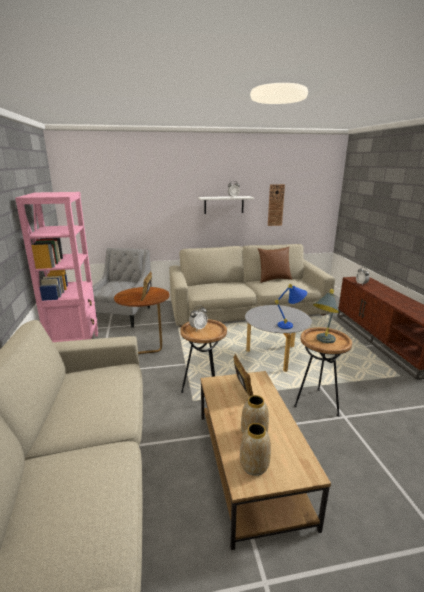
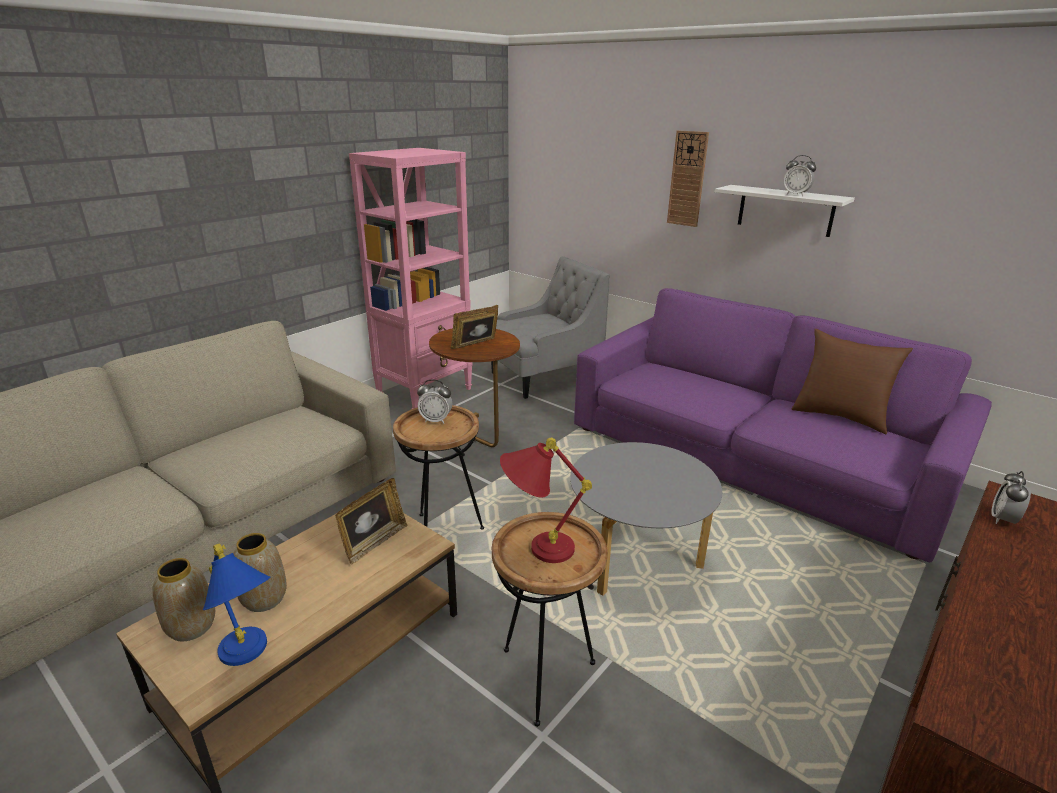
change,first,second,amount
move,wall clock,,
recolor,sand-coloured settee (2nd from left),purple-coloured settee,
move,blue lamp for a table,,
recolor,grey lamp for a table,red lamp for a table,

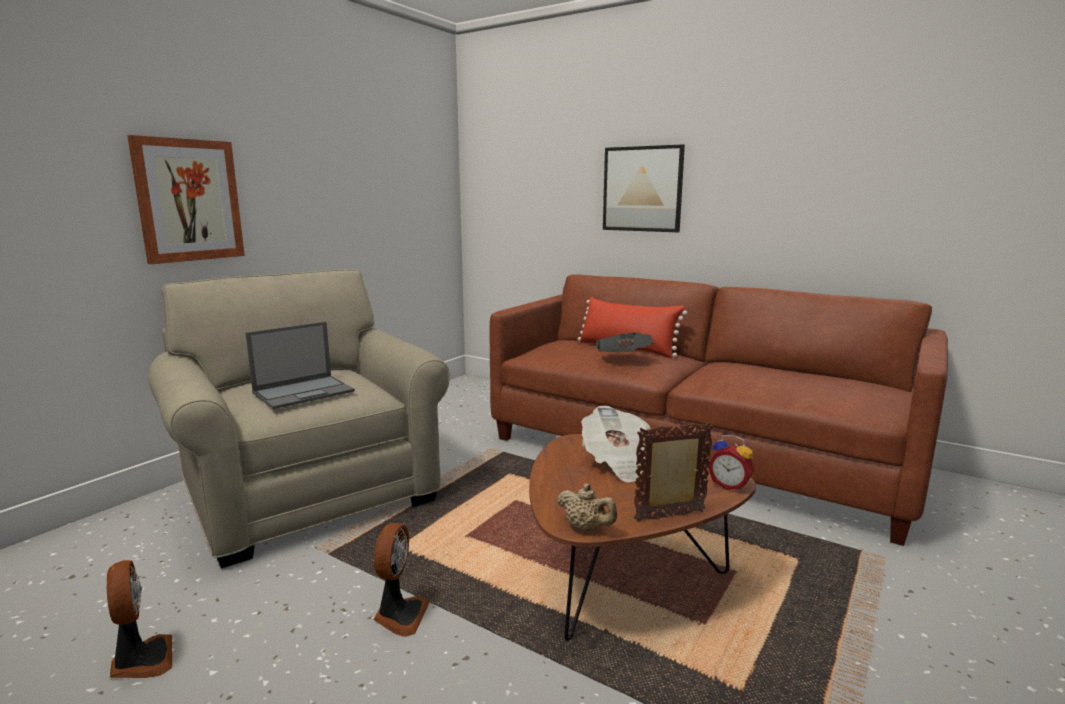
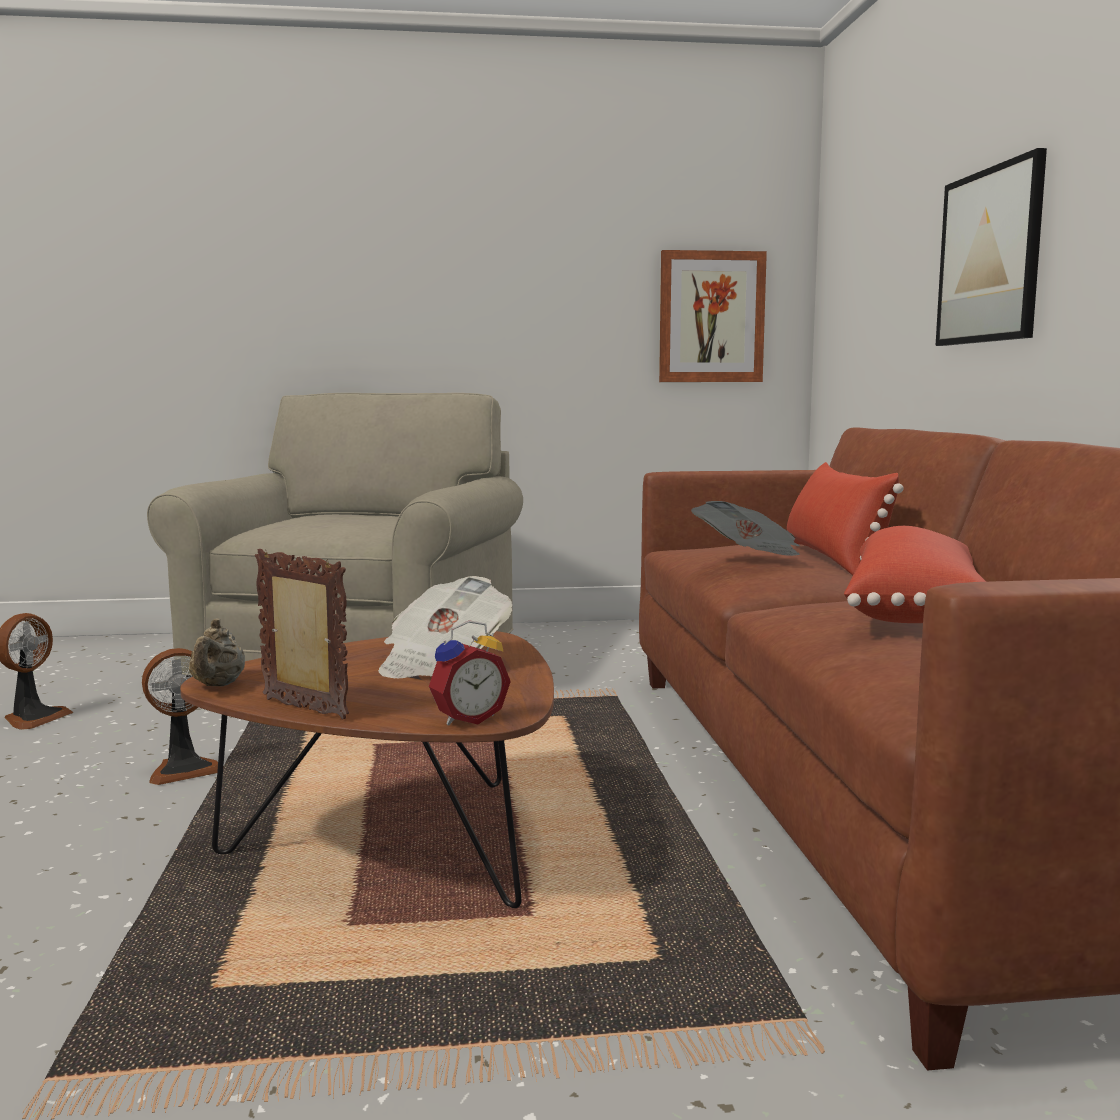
change,first,second,amount
move,wall picture (1st from left),,
delete,laptop,,
rotate,table clock,,120 degrees counterclockwise
insert,,red throw pillow (2nd from left),

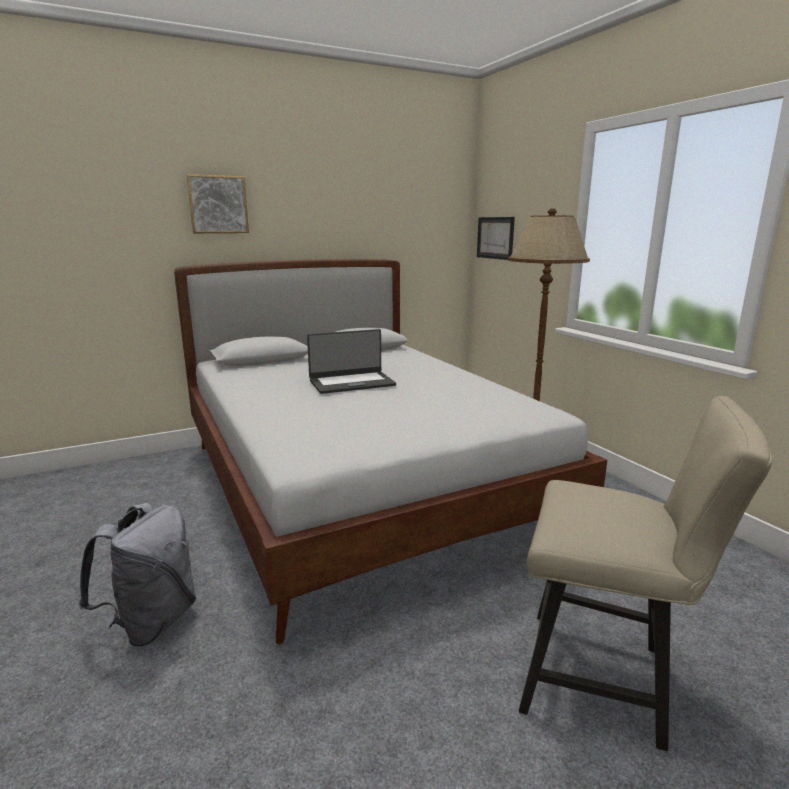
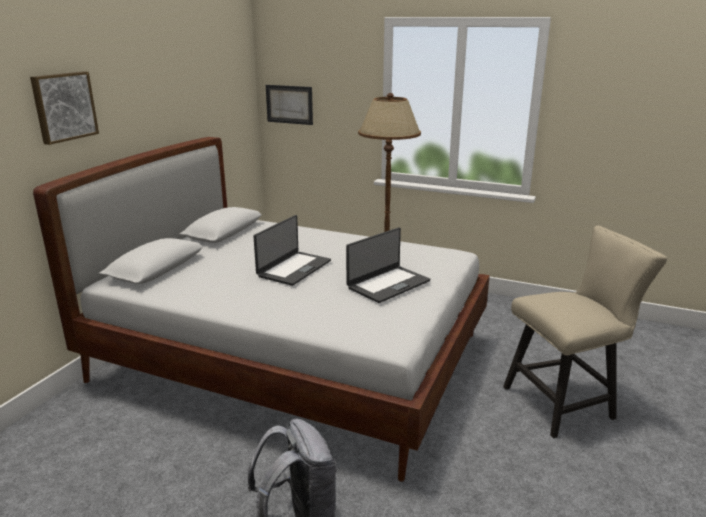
change,first,second,amount
insert,,laptop (2nd from left),

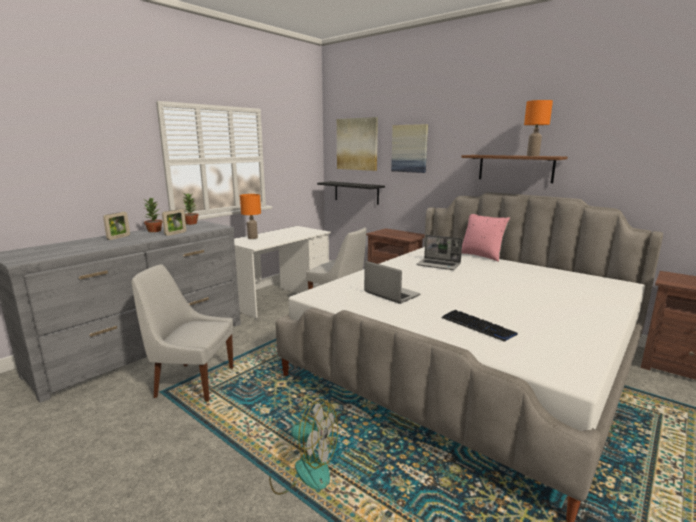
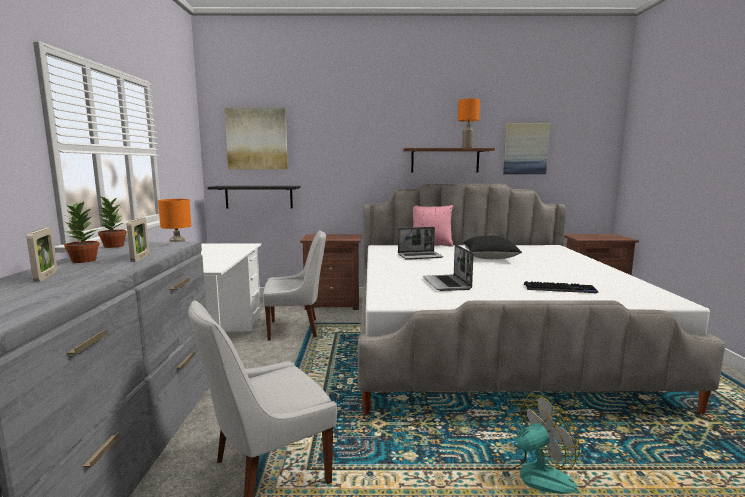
change,first,second,amount
move,wall picture (2nd from left),,
rotate,laptop (1st from left in the first image),laptop (2nd from left),105 degrees counterclockwise
insert,,black throw pillow,

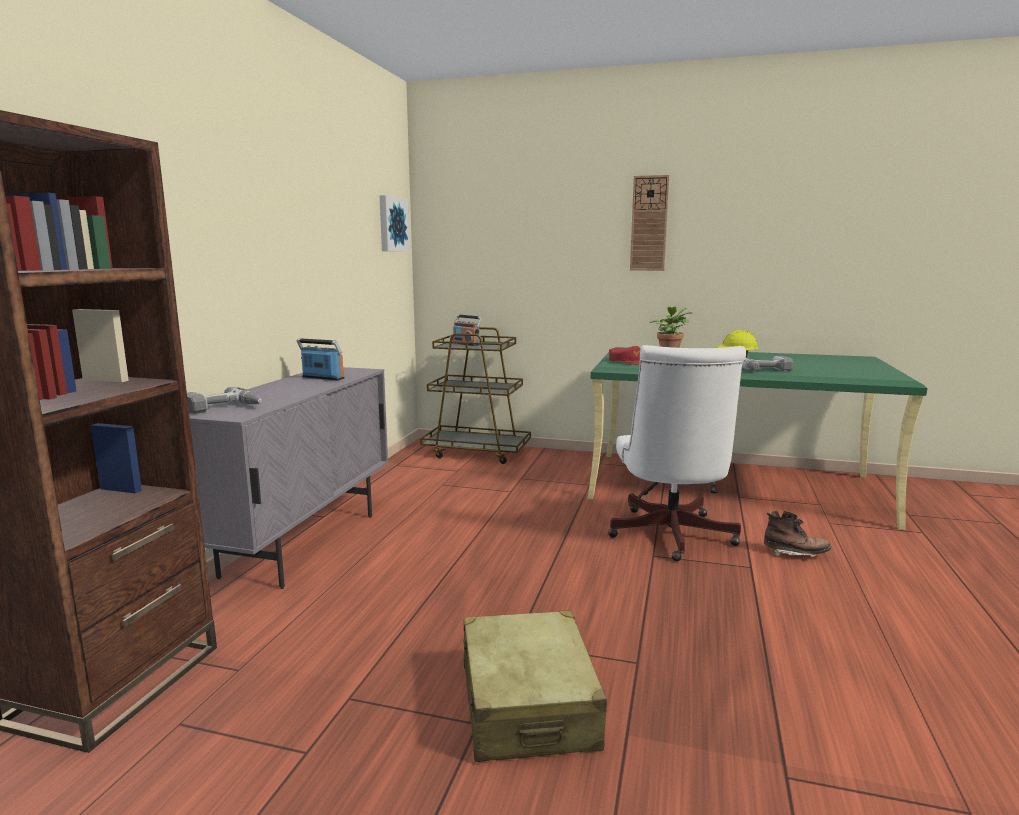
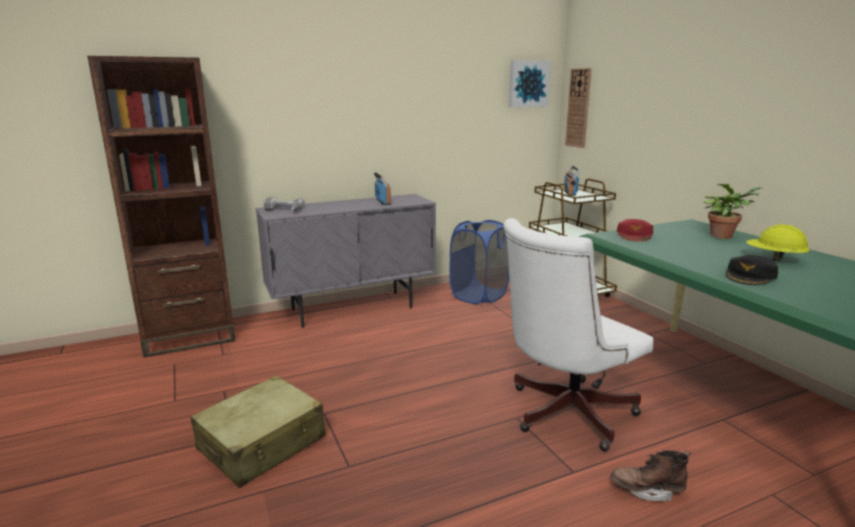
change,first,second,amount
move,wall clock,,
replace,drill (2nd from left),black cap,
rotate,brownish high-top boot,,120 degrees clockwise
insert,,blue laundry basket,

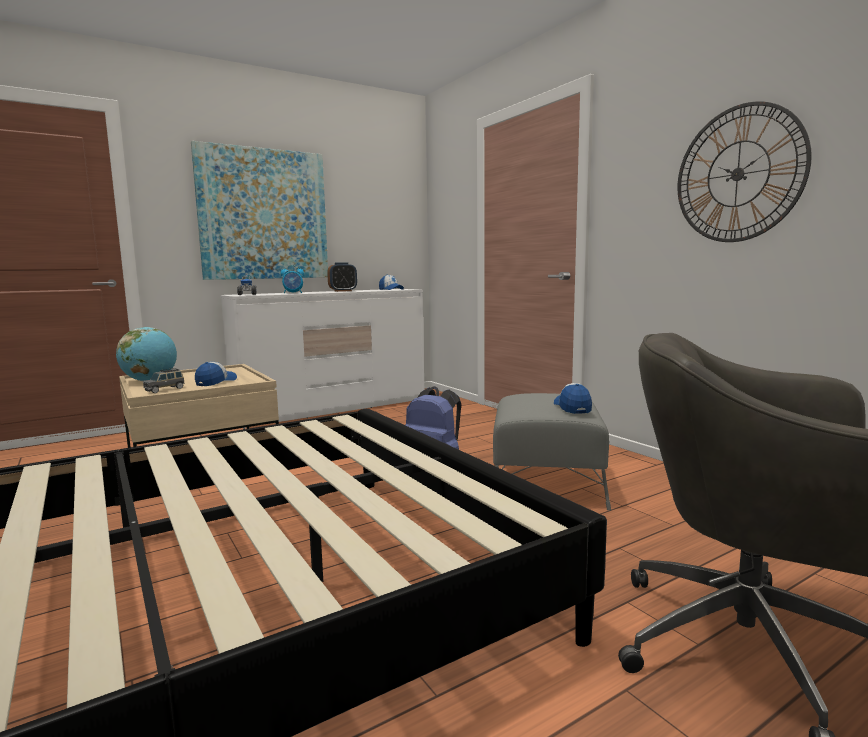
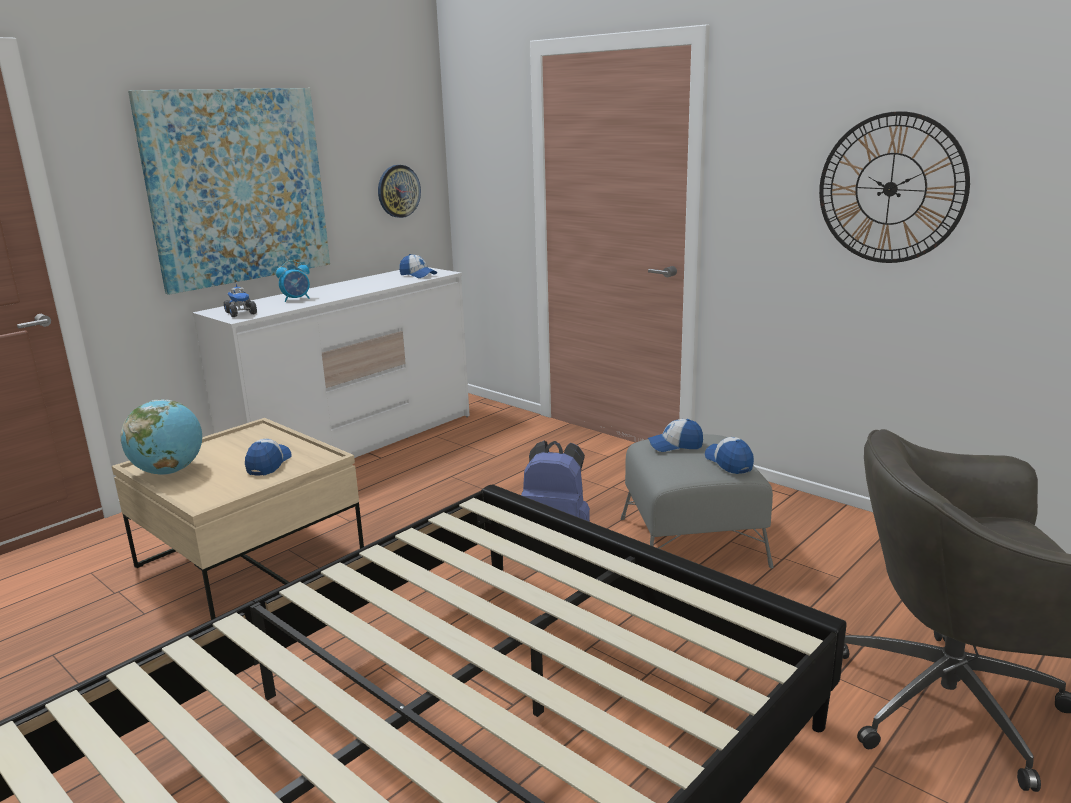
change,first,second,amount
delete,table clock (2nd from left),,
delete,grey miniature car,,
insert,,wall clock (1st from left),
insert,,cap (3rd from left),

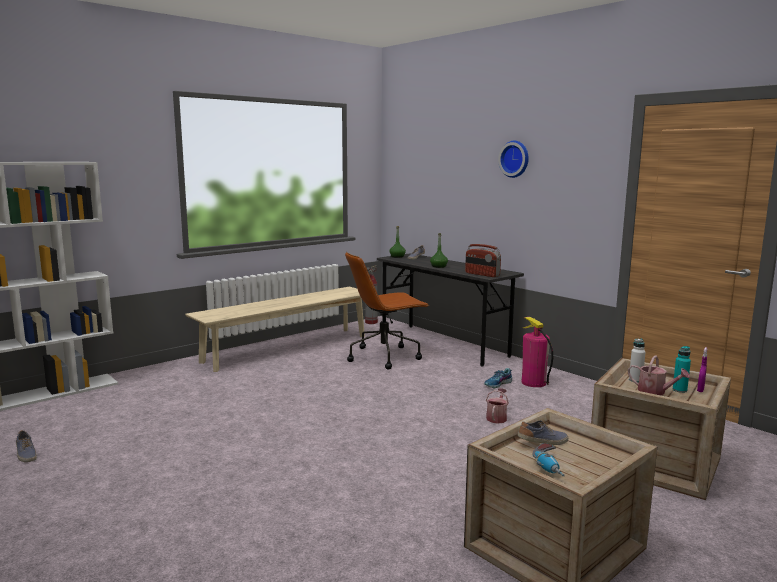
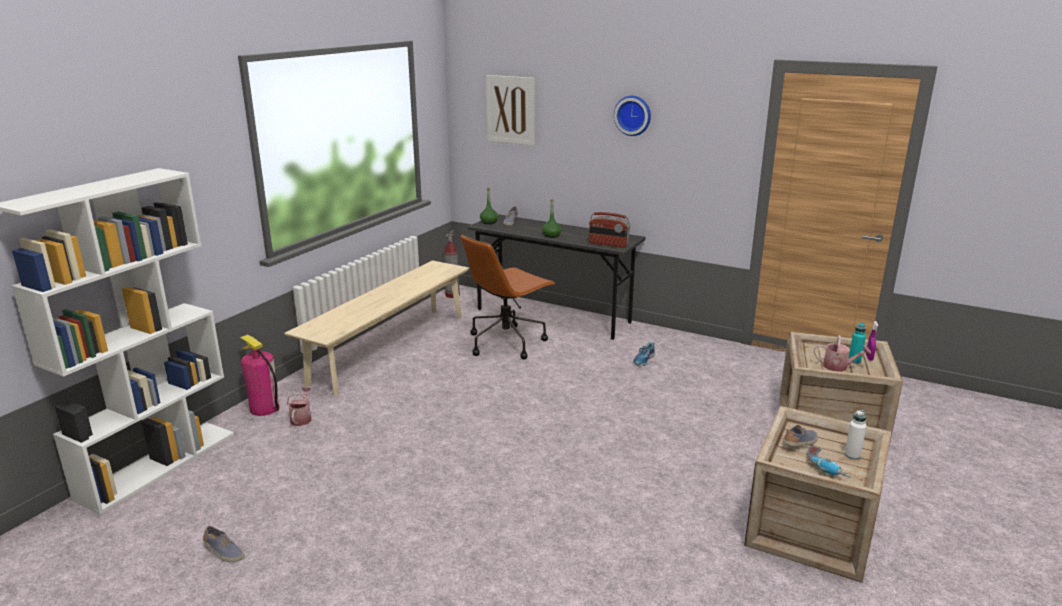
change,first,second,amount
move,extinguisher (2nd from left in the first image),extinguisher (1st from left),
move,white-coloured bottle,,
move,watering pot (1st from left),,
insert,,wall picture,

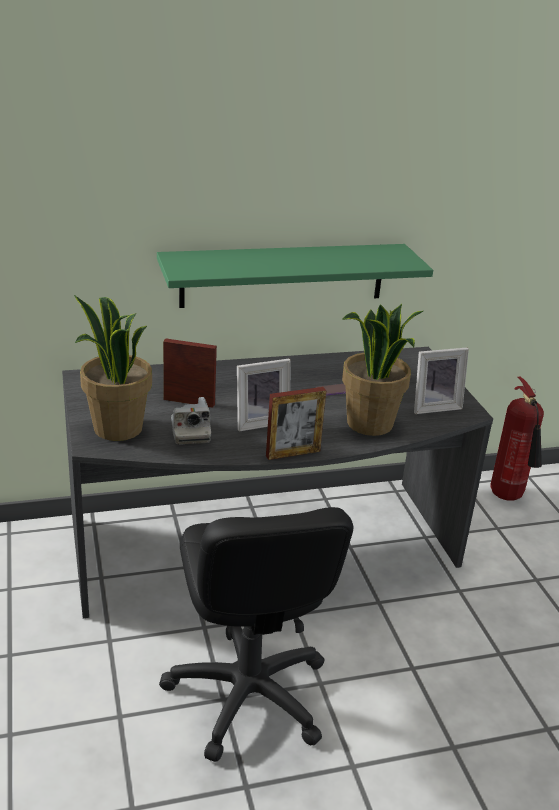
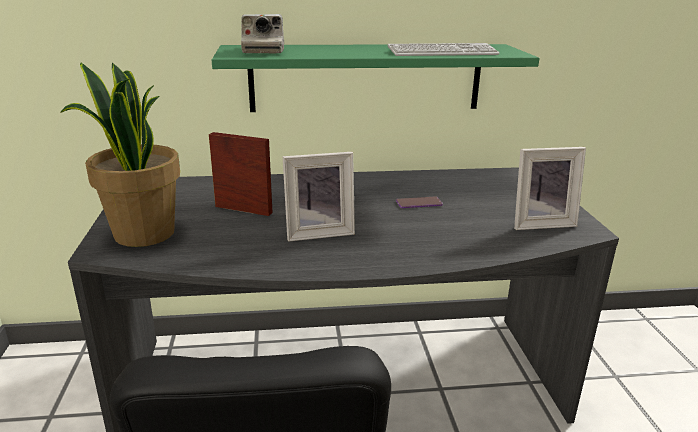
change,first,second,amount
delete,potted plant (2nd from left),,
delete,extinguisher,,
delete,standing frame (3rd from left),,
move,photo camera,,
insert,,PC keyboard,

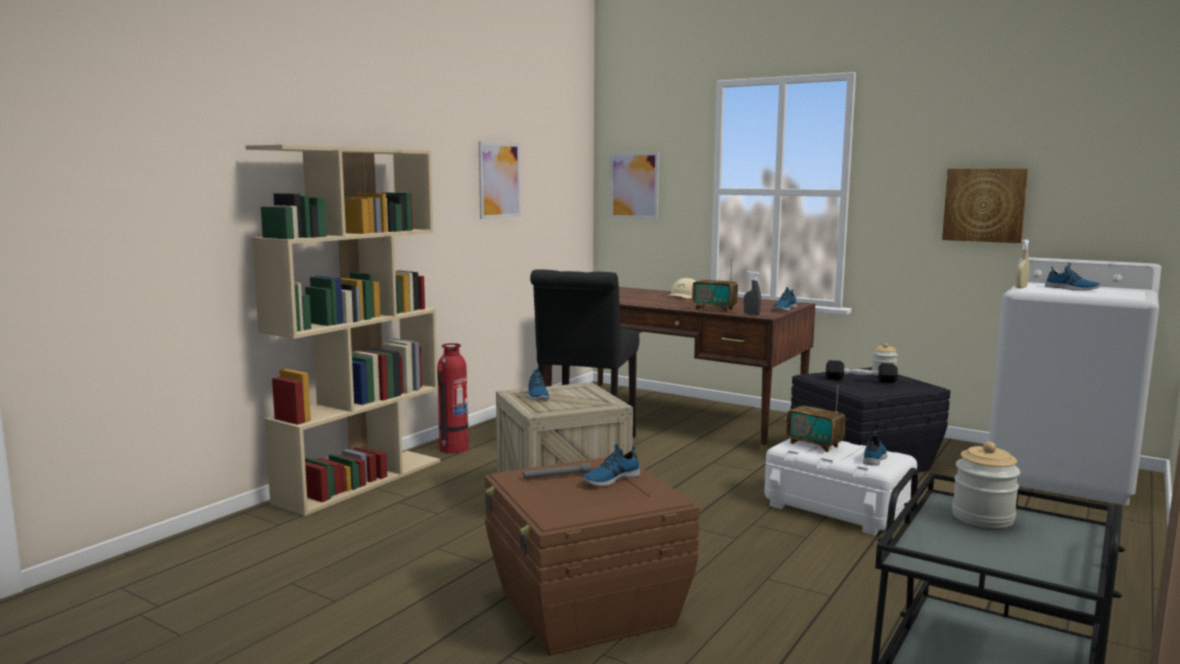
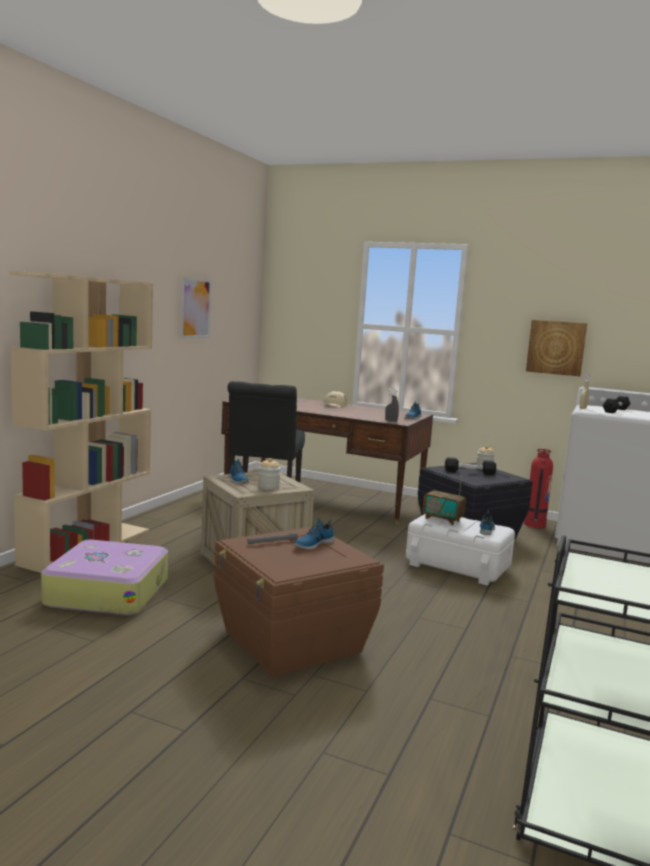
change,first,second,amount
delete,wall picture (2nd from left),,
delete,radio set (1st from left),,
replace,item of footwear (5th from left),black dumbbell (2nd from left),
move,extinguisher,,
move,jar (2nd from left in the first image),jar (1st from left),
insert,,suitcase,

